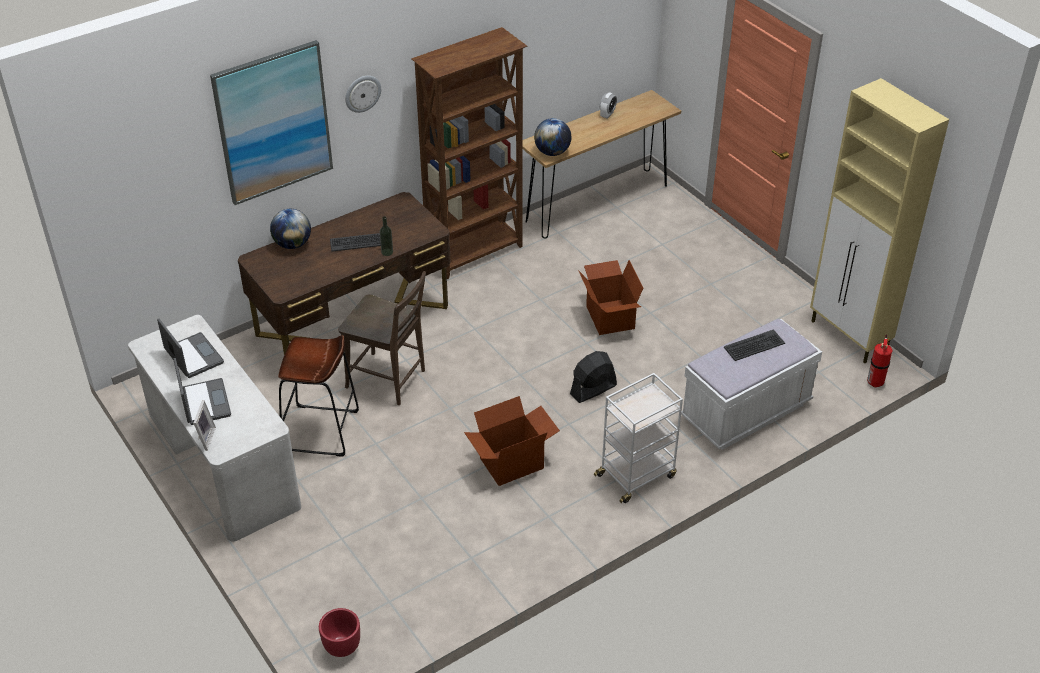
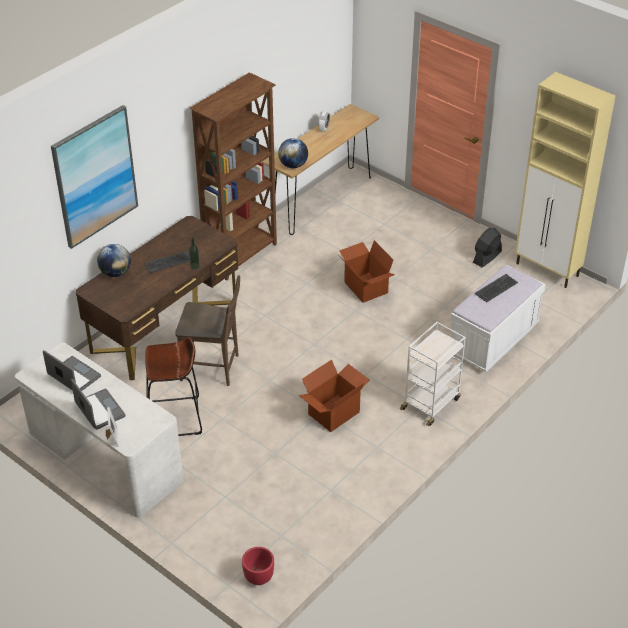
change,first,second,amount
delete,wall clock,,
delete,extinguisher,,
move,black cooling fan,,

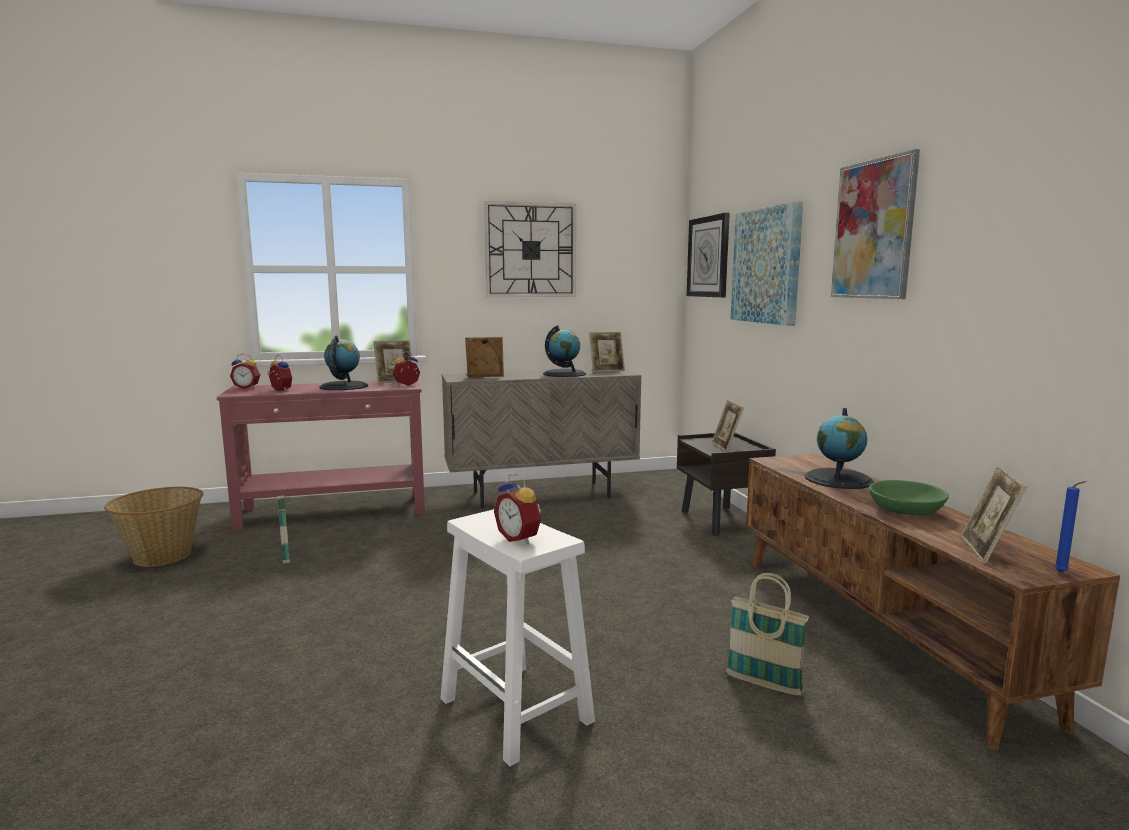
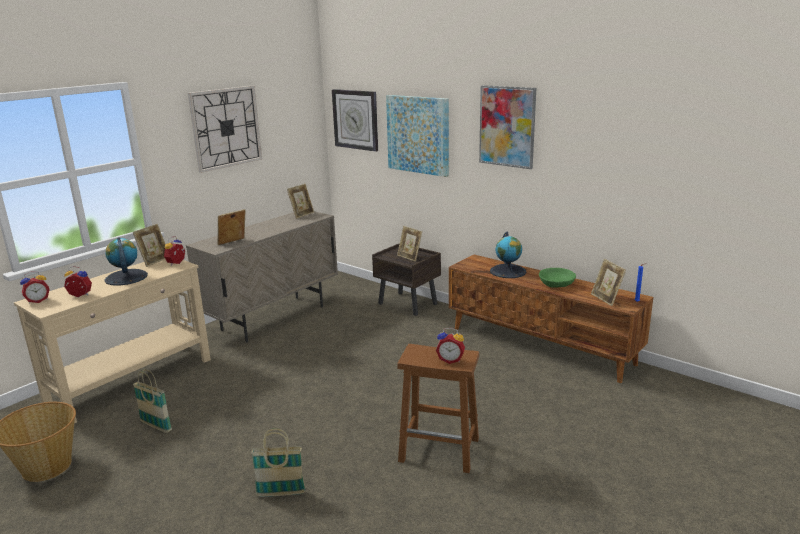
change,first,second,amount
delete,globe (2nd from left),,
recolor,red hall table,sand-coloured hall table,
recolor,white-coloured stool seat,brownish stool seat,
move,storage basket (3rd from left),,

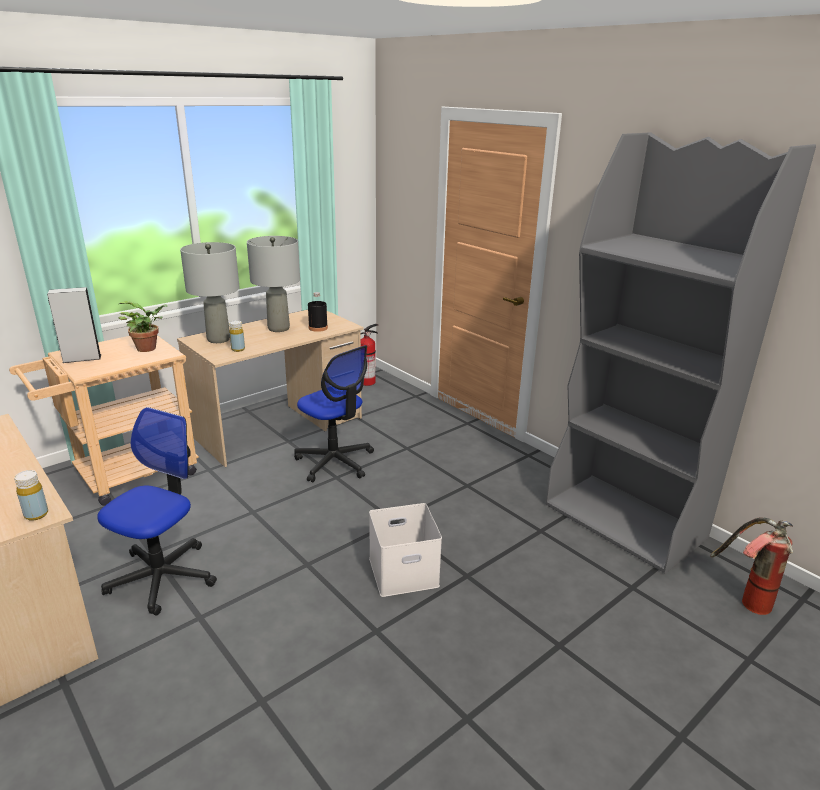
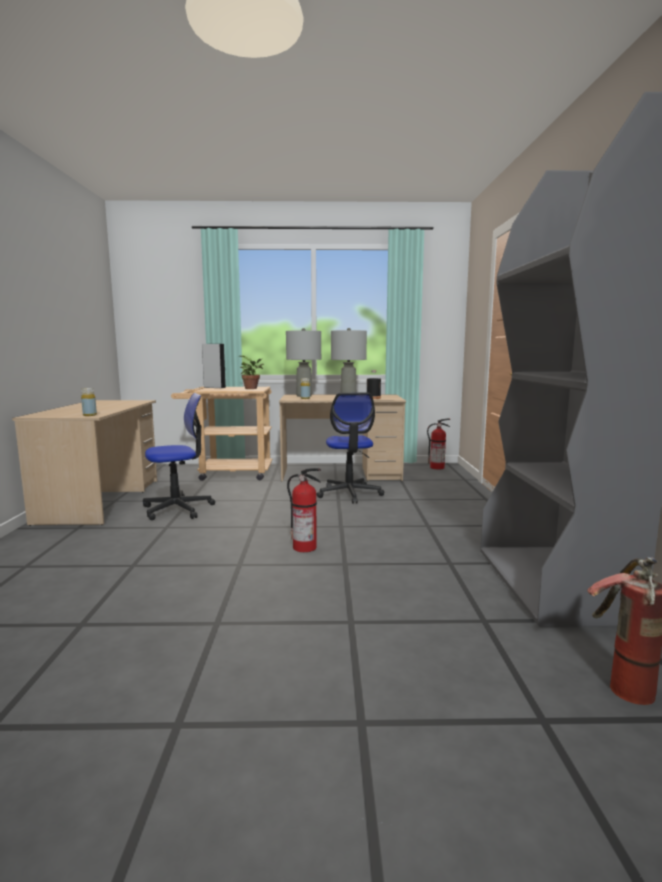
change,first,second,amount
replace,white-coloured storage container,extinguisher (1st from left),

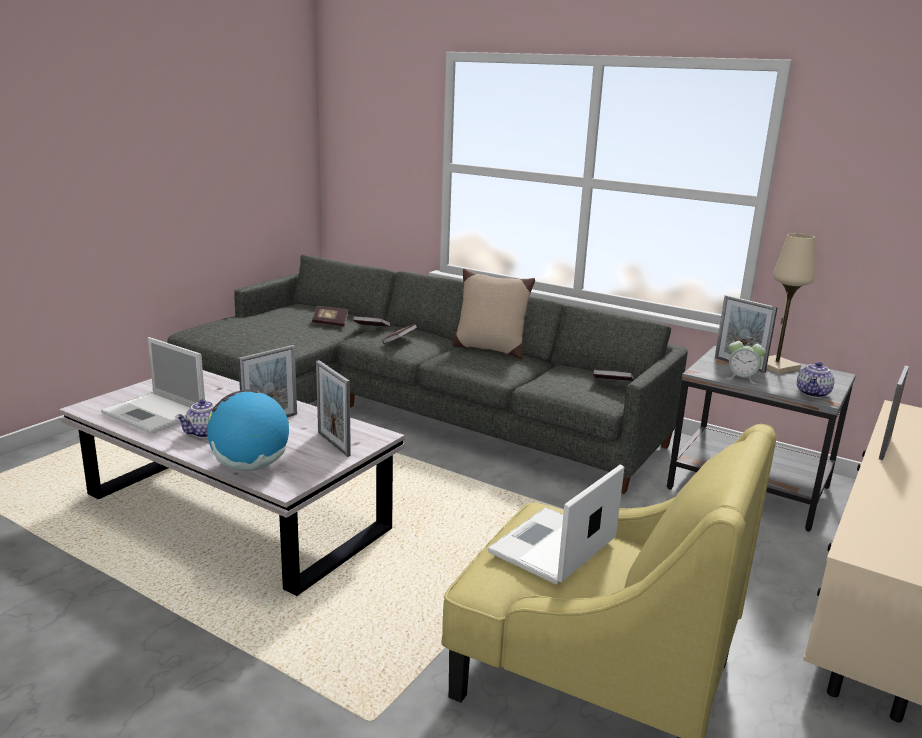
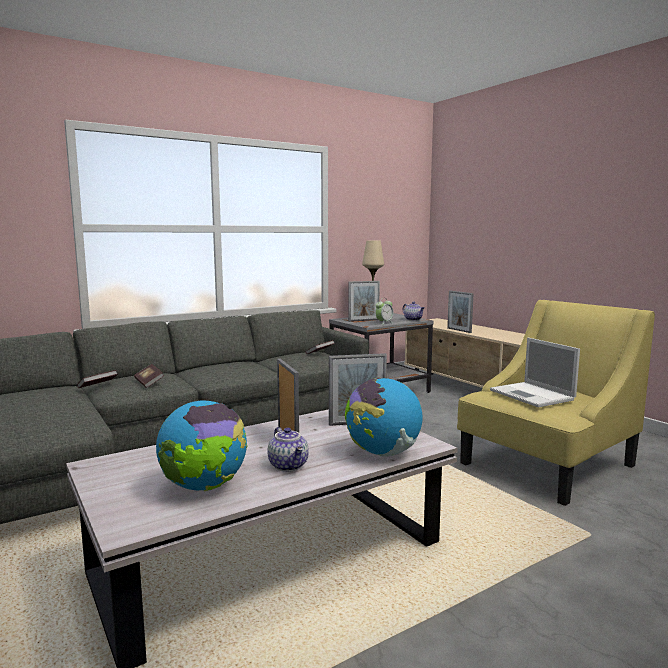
change,first,second,amount
delete,sand-coloured throw pillow,,
delete,book (1st from left),,
replace,laptop (1st from left),globe (1st from left),

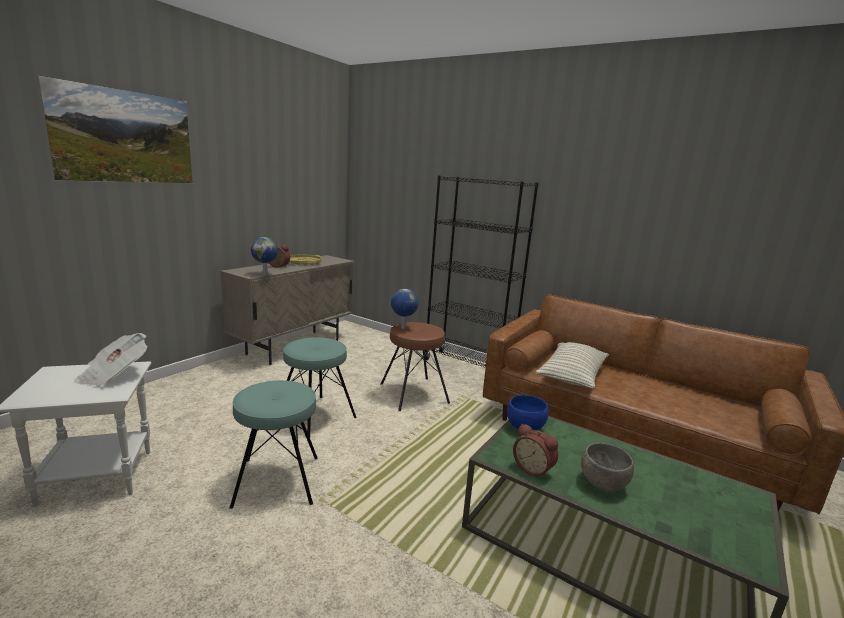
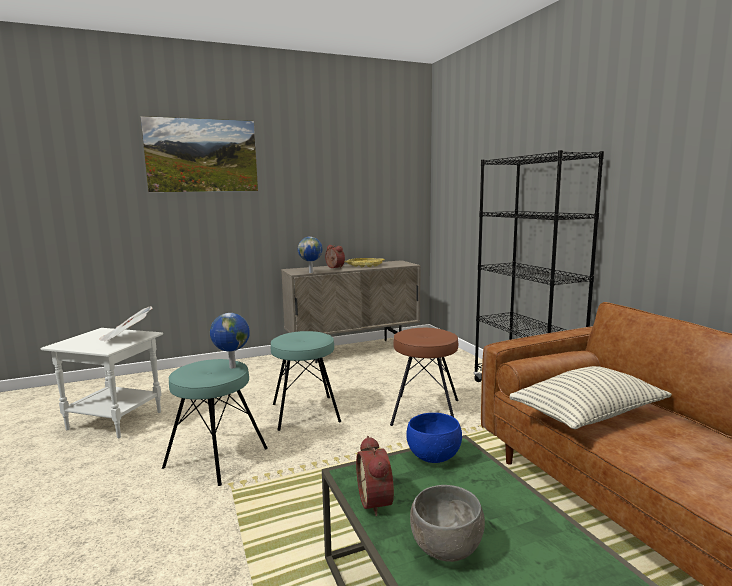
change,first,second,amount
move,globe (2nd from left in the first image),globe (1st from left),

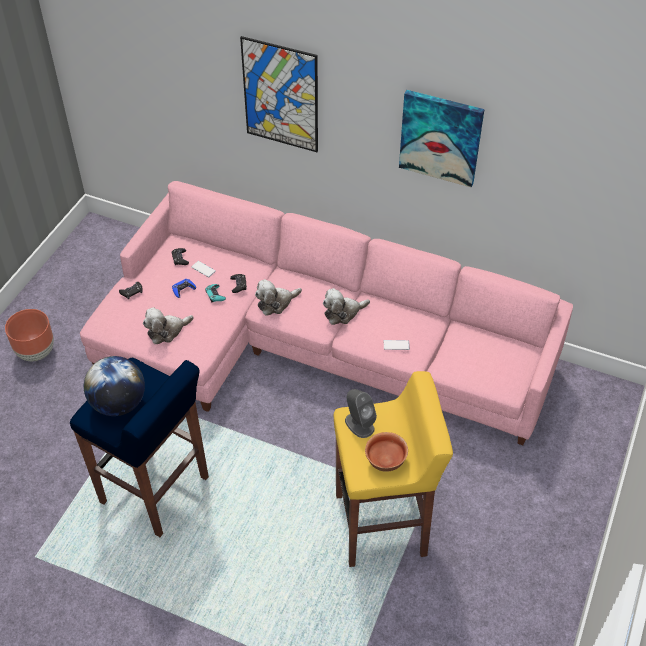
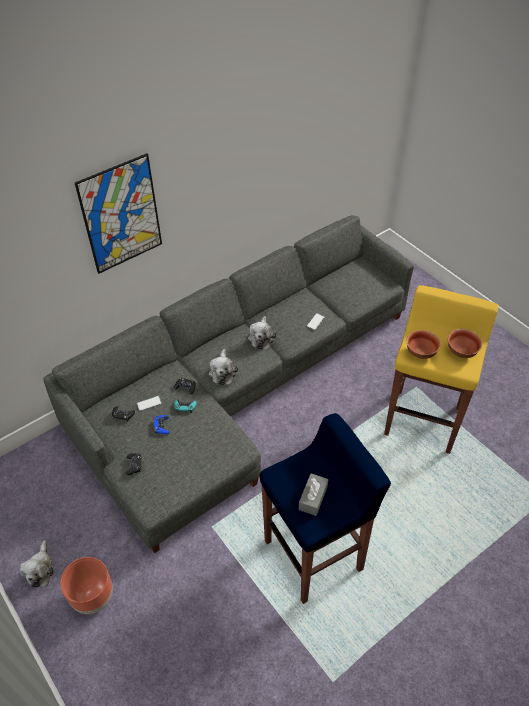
change,first,second,amount
delete,wall picture (2nd from left),,
recolor,pink-coloured settee,grey settee,
move,plush toy (1st from left),,
replace,globe,grey box of tissues,
replace,grey loudspeaker,deep dish (1st from left),

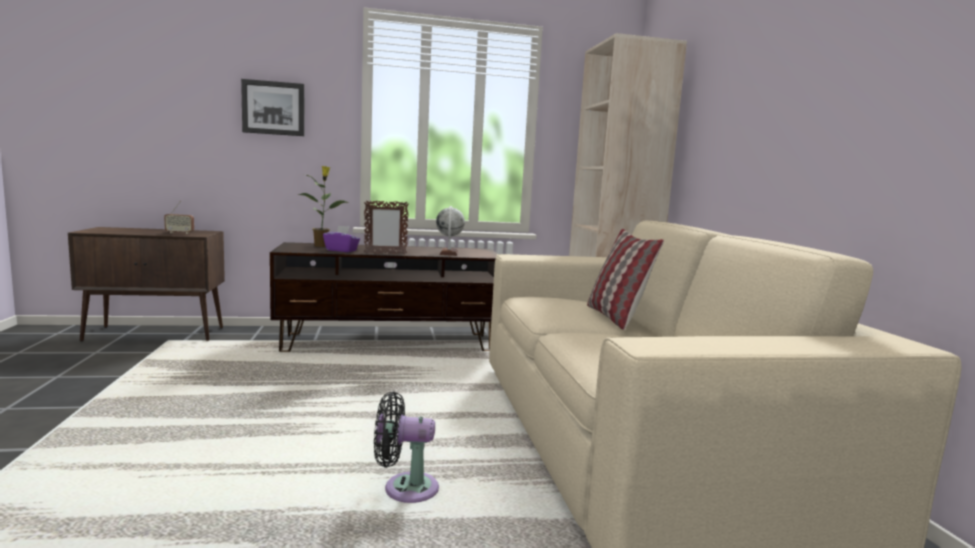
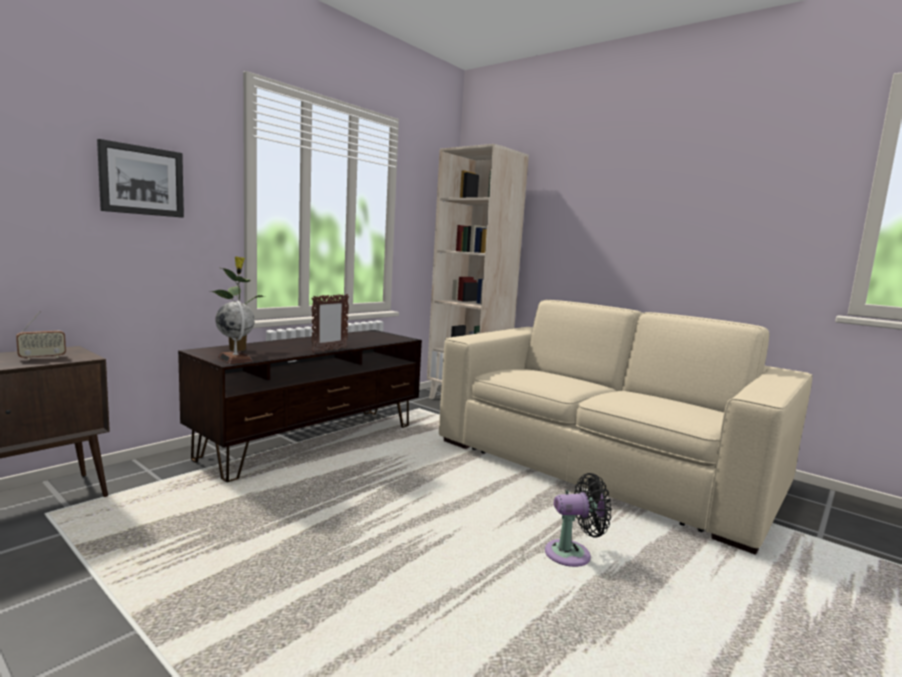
change,first,second,amount
move,globe,,
delete,purple-coloured box of tissues,,
delete,throw pillow,,
rotate,black cooling fan,,150 degrees counterclockwise

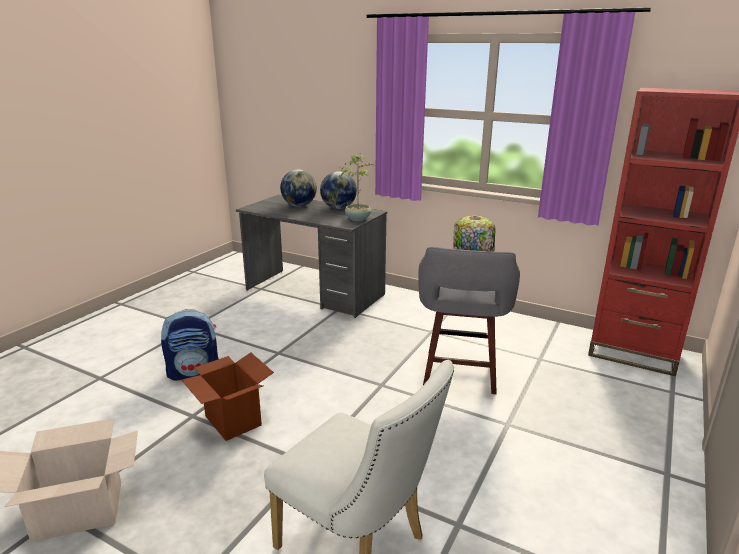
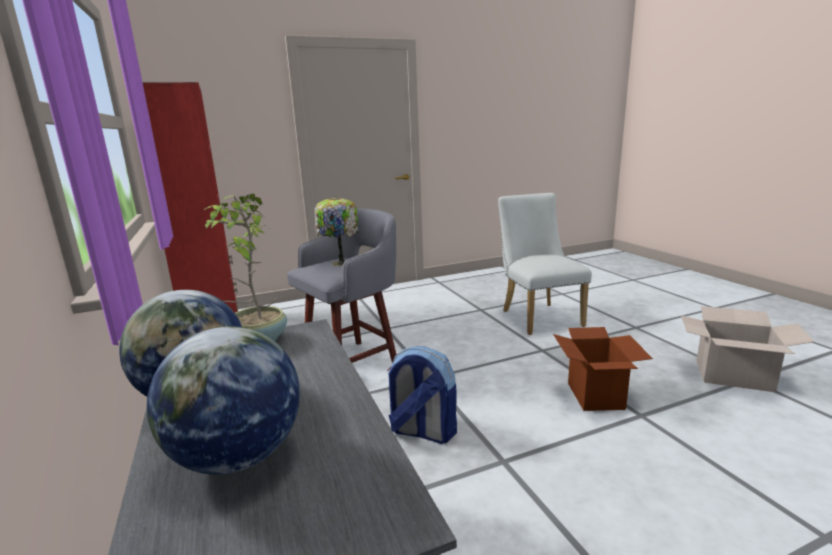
change,first,second,amount
move,rucksack,,

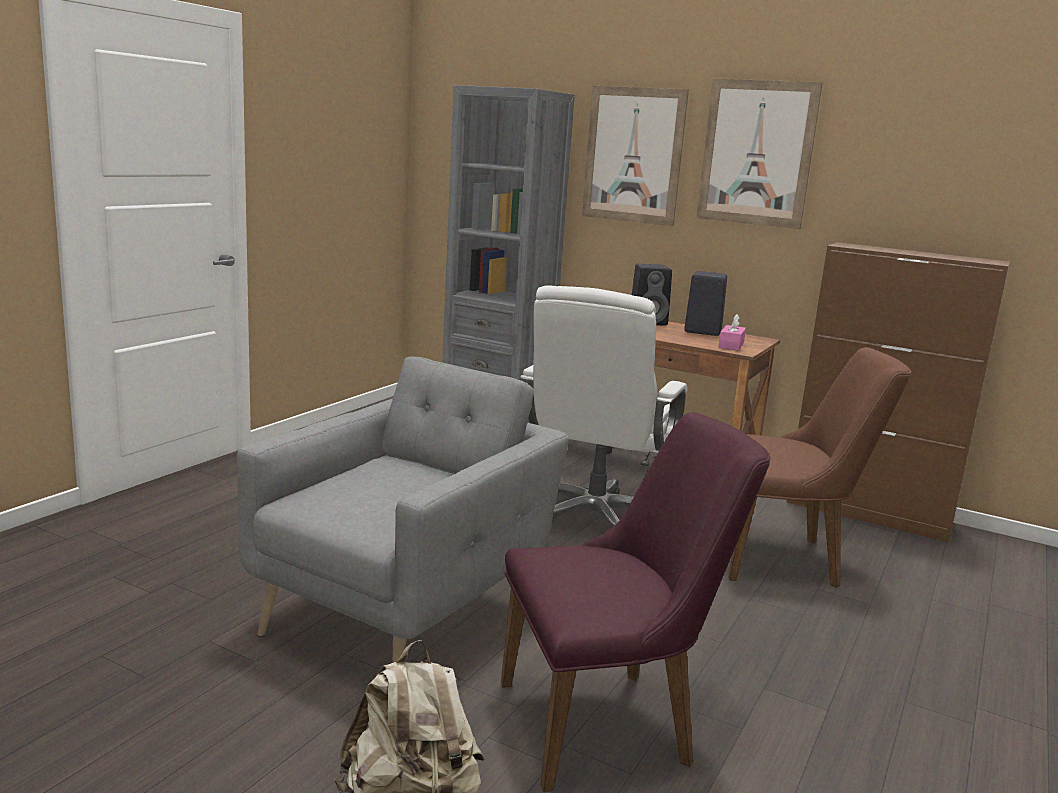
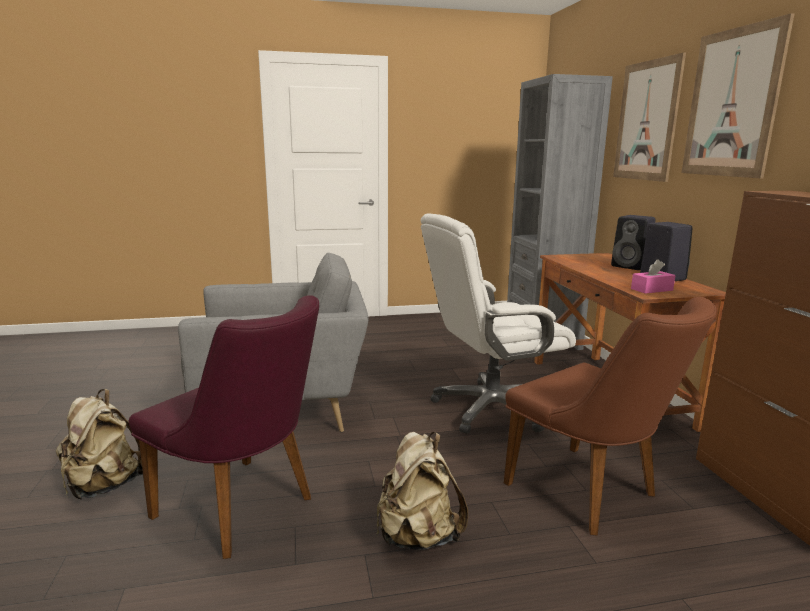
change,first,second,amount
insert,,sand-coloured rucksack (2nd from left),

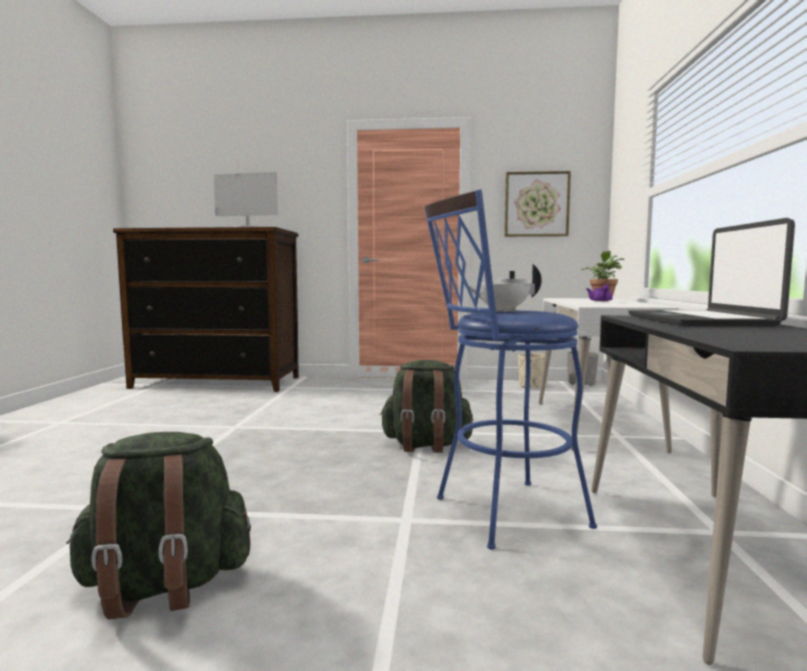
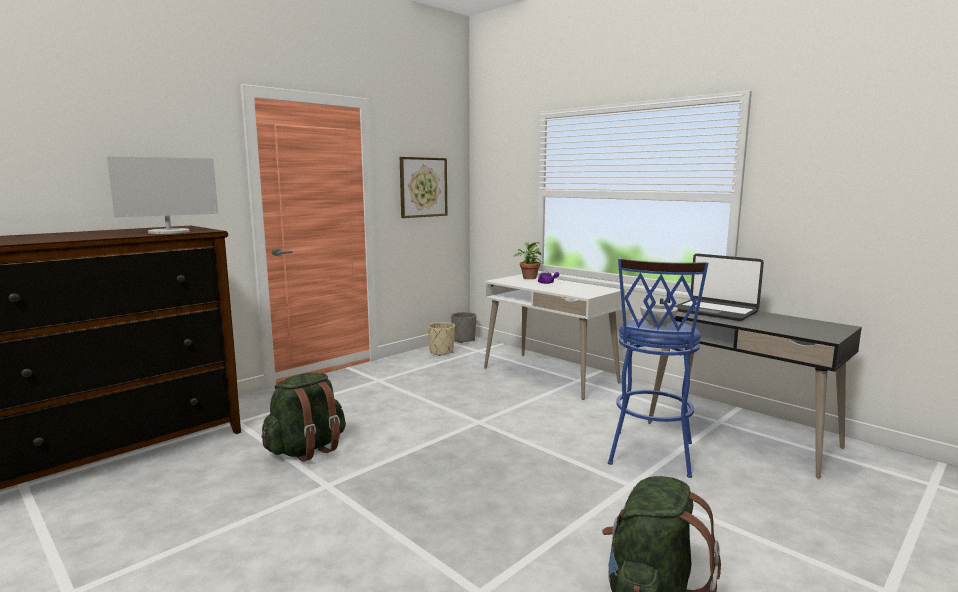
change,first,second,amount
move,greenish rucksack (2nd from left in the first image),greenish rucksack (1st from left),

